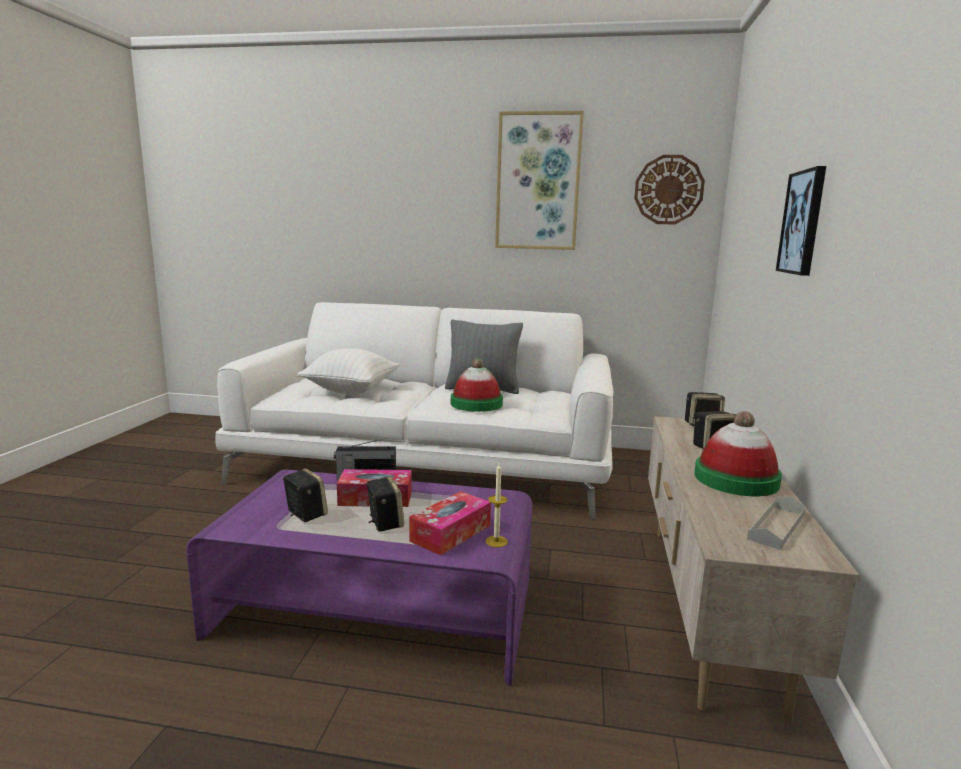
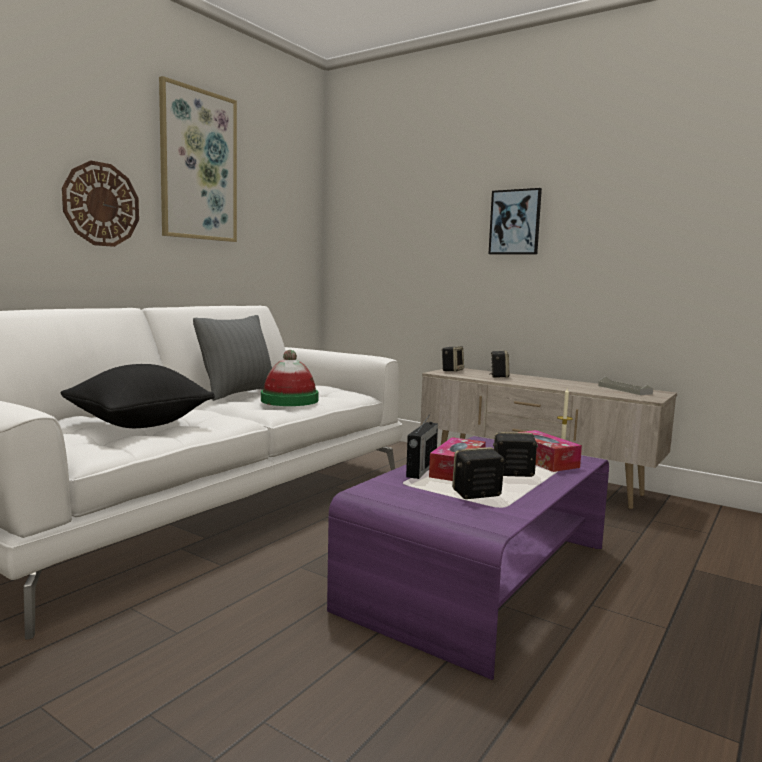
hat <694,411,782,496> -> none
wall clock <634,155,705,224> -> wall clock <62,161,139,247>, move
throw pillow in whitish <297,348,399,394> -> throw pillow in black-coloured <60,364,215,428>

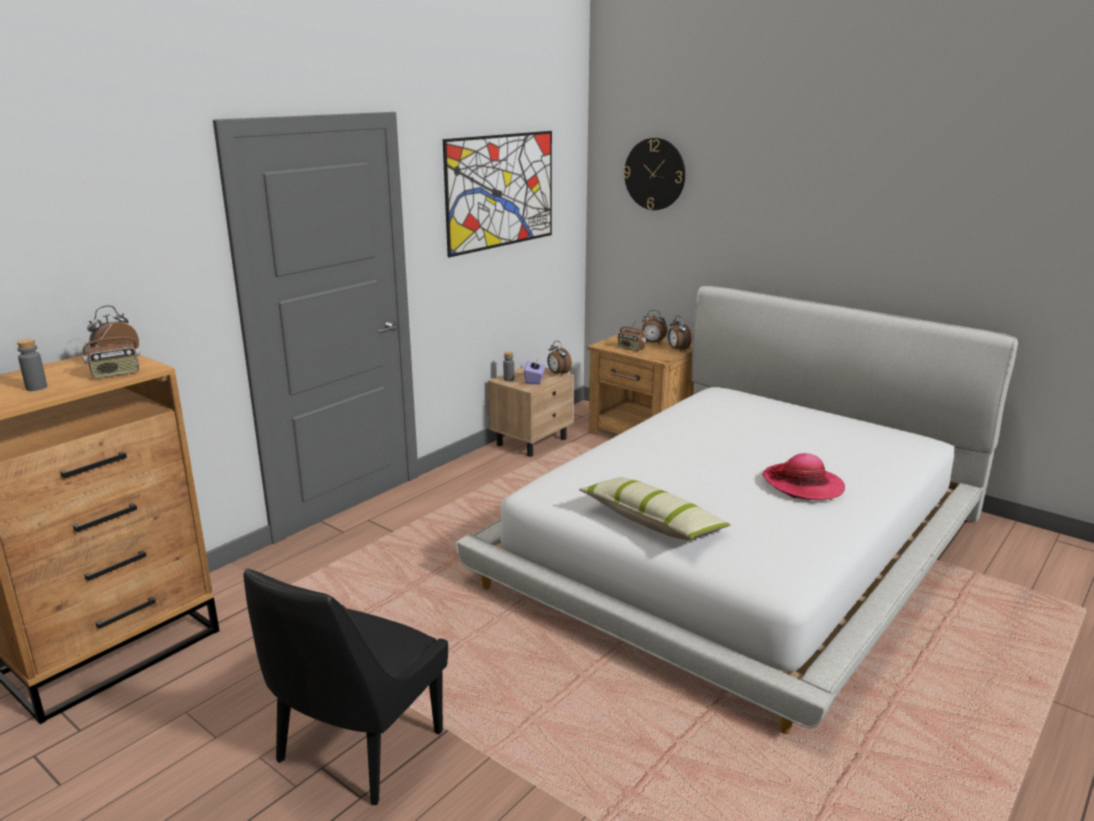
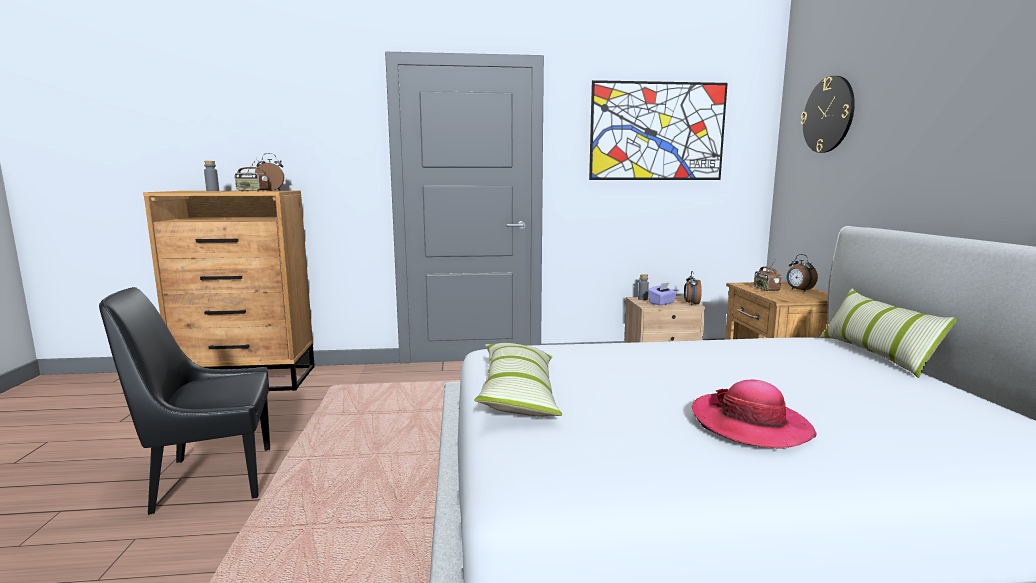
table clock <668,315,691,352> -> none
none -> throw pillow <820,289,957,378>

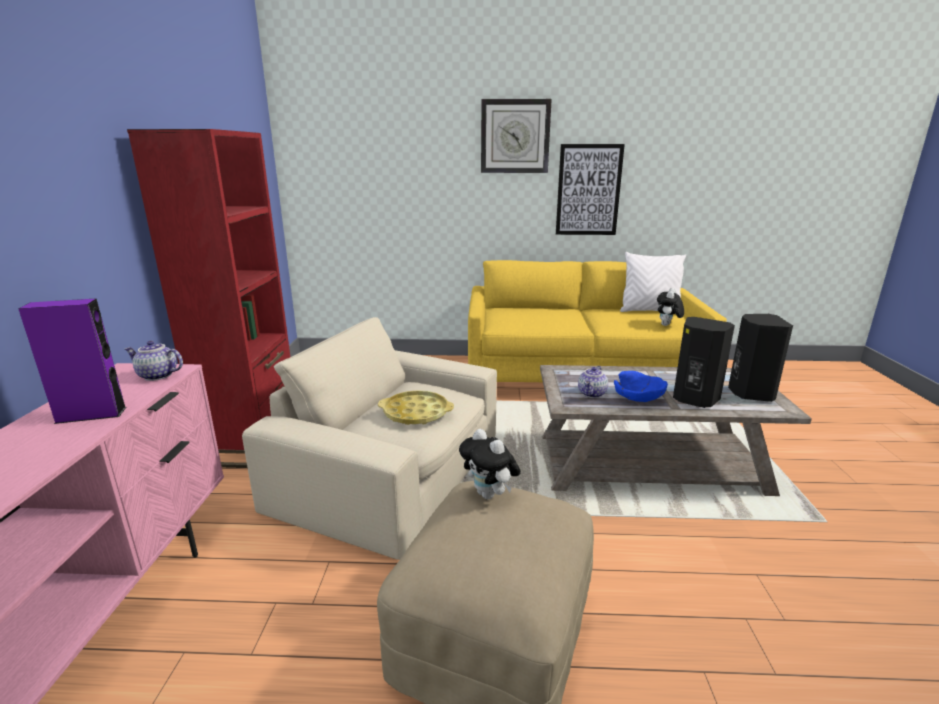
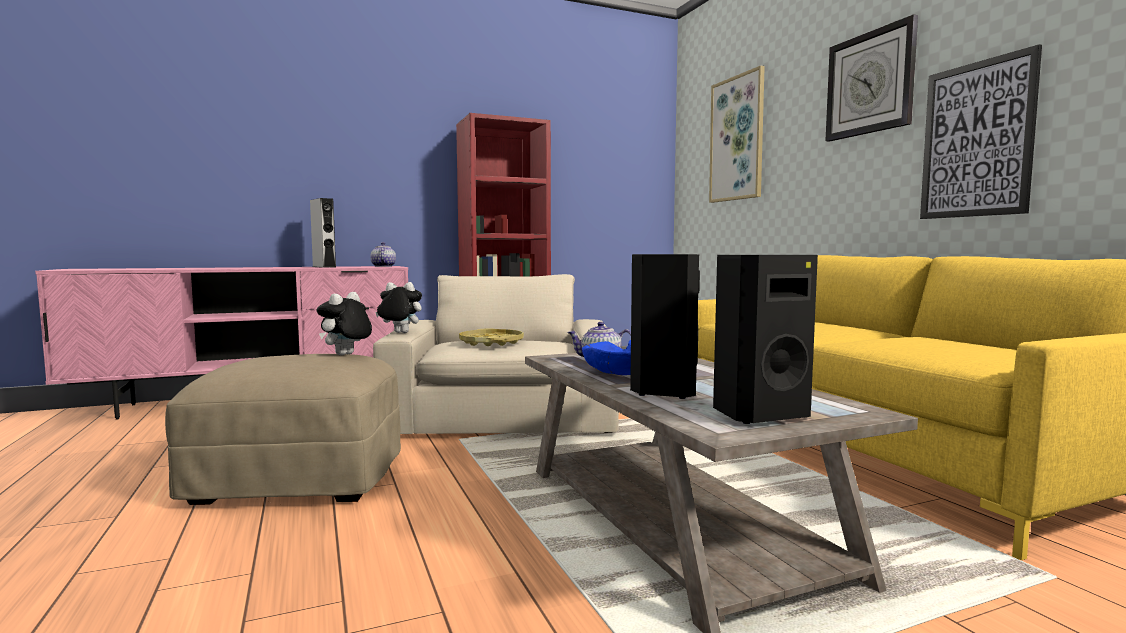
throw pillow in whitish <620,252,686,312> -> none
none -> picture <709,65,765,203>
plush toy <657,288,684,326> -> plush toy <375,282,422,333>, move
audio speaker in purple <19,299,126,424> -> audio speaker in greyish <310,198,336,268>

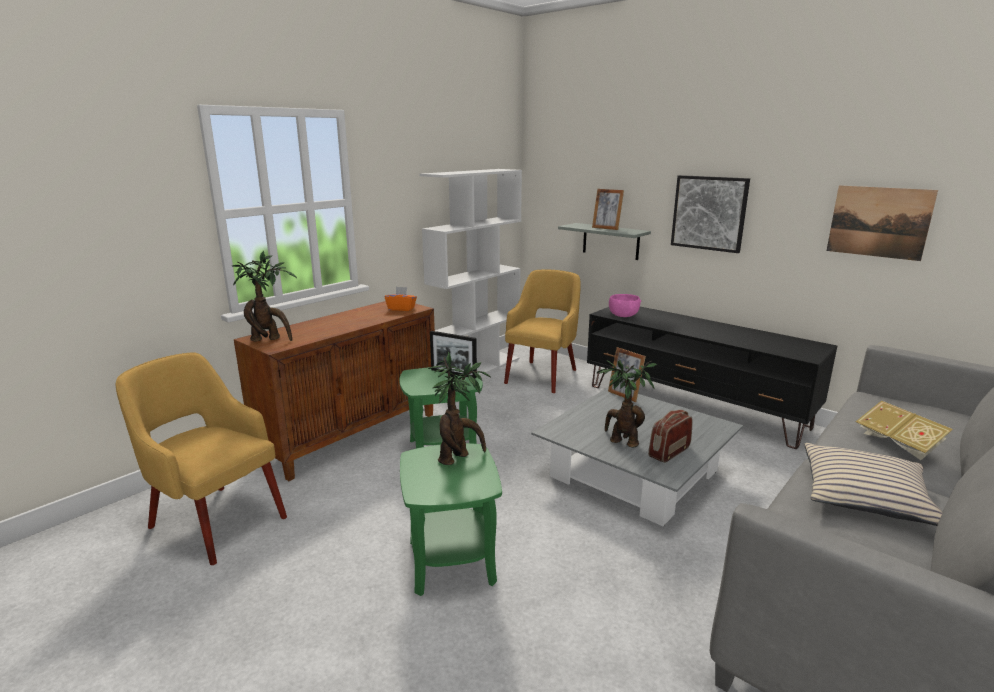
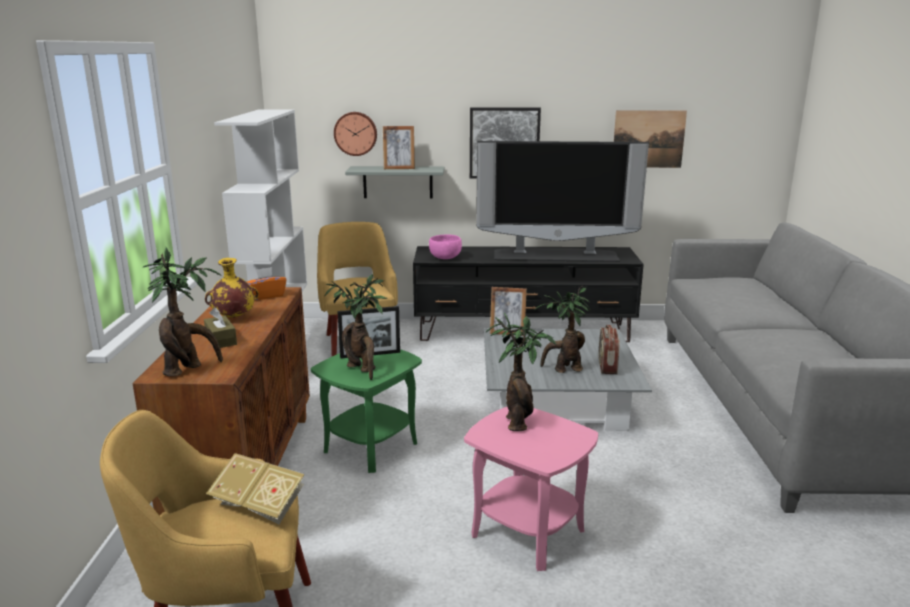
throw pillow in sand-coloured <804,443,943,526> -> none
none -> box of tissues in brownish <204,307,237,348>
none -> flower vase in yellowish <205,258,259,318>
none -> houseplant <324,274,387,380>
none -> wall clock <334,112,377,156>
none -> TV set <476,141,649,262>
volume <856,401,953,460> -> volume <206,453,305,524>, move
accent table in green <400,443,502,596> -> accent table in pink <464,407,598,571>

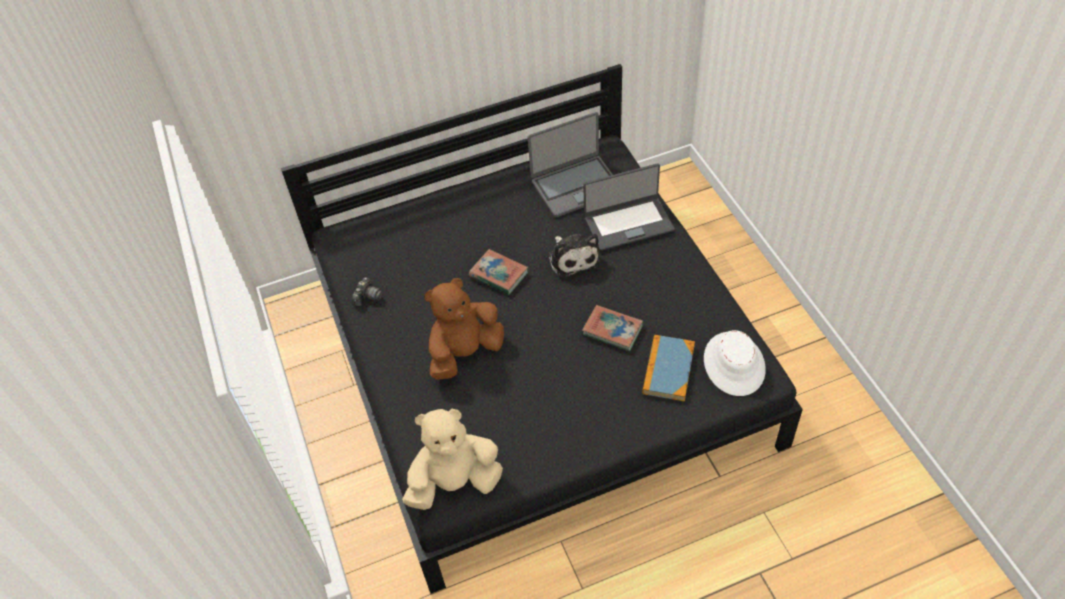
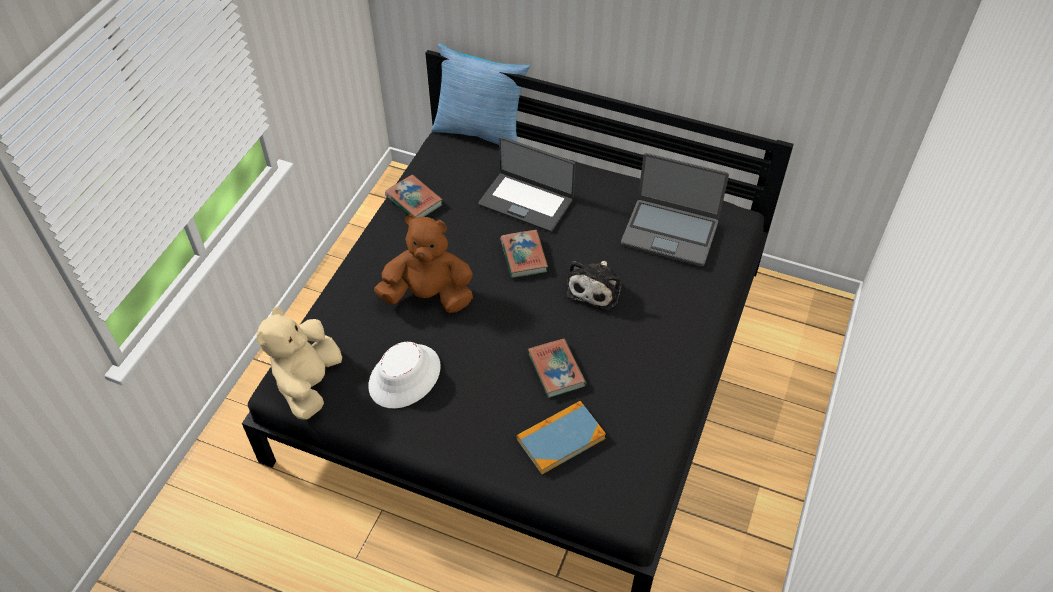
none -> throw pillow <431,43,530,145>
notebook computer <583,163,675,251> -> notebook computer <478,136,576,232>, move
hat in whitish <704,330,766,396> -> hat in whitish <368,342,441,408>, move
photo camera <352,277,383,307> -> volume <385,175,443,217>
plush toy in sand-coloured <402,409,503,510> -> plush toy in sand-coloured <256,306,342,420>, 105 degrees counterclockwise

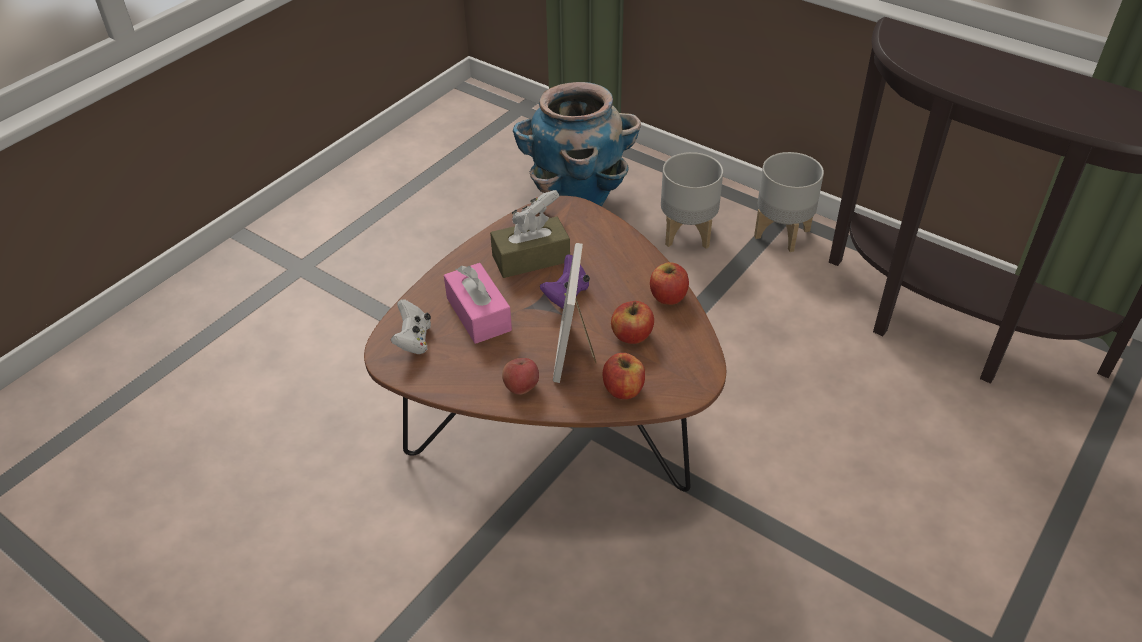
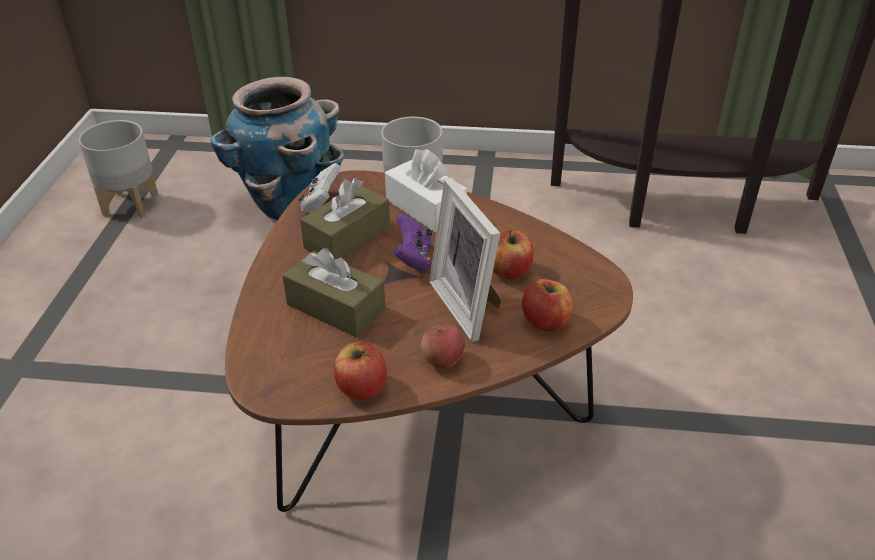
gamepad in whitish <390,299,431,354> -> none
none -> box of tissues in whitish <385,149,467,233>
apple <650,262,689,305> -> apple <334,342,387,400>, move
flower pot in greyish <754,152,824,252> -> flower pot in greyish <79,120,158,218>, move
box of tissues in pink <444,263,512,344> -> box of tissues in brownish <283,248,386,337>

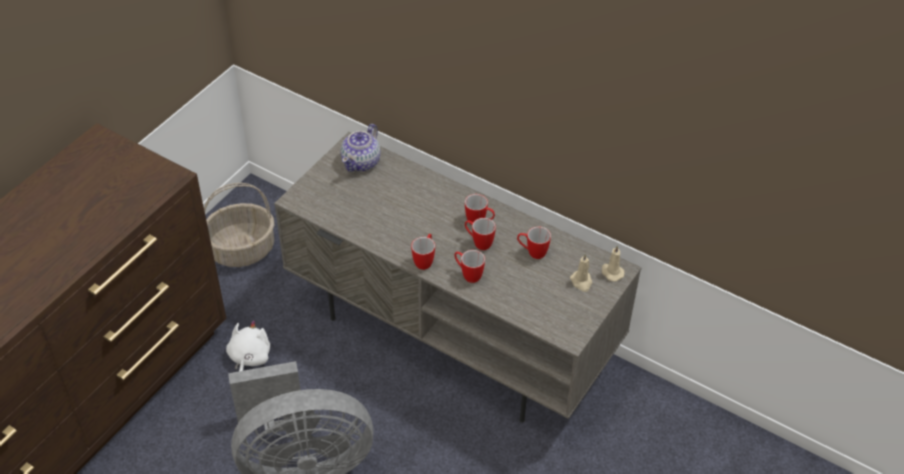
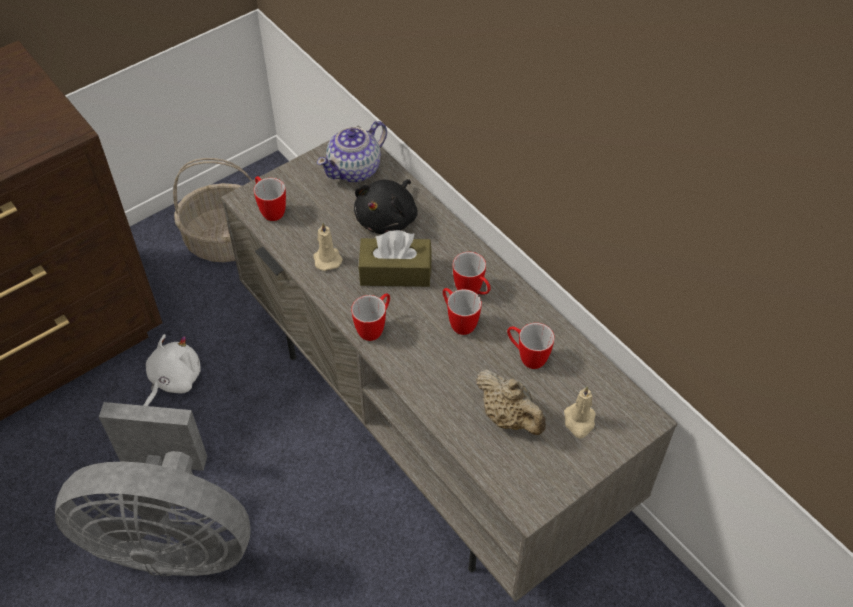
none -> plush toy in black-coloured <354,179,418,234>
none -> box of tissues in brownish <358,230,432,287>
none -> teapot in sand-coloured <476,370,546,435>
mug <454,250,485,283> -> mug <254,176,286,221>, move
wax candle in sand-coloured <602,246,625,281> -> wax candle in sand-coloured <313,223,343,271>, move

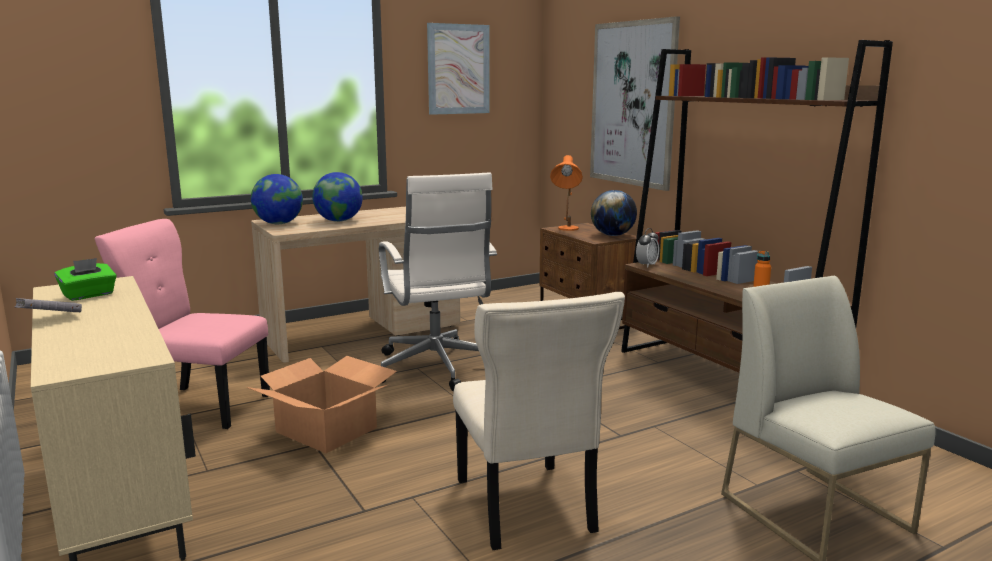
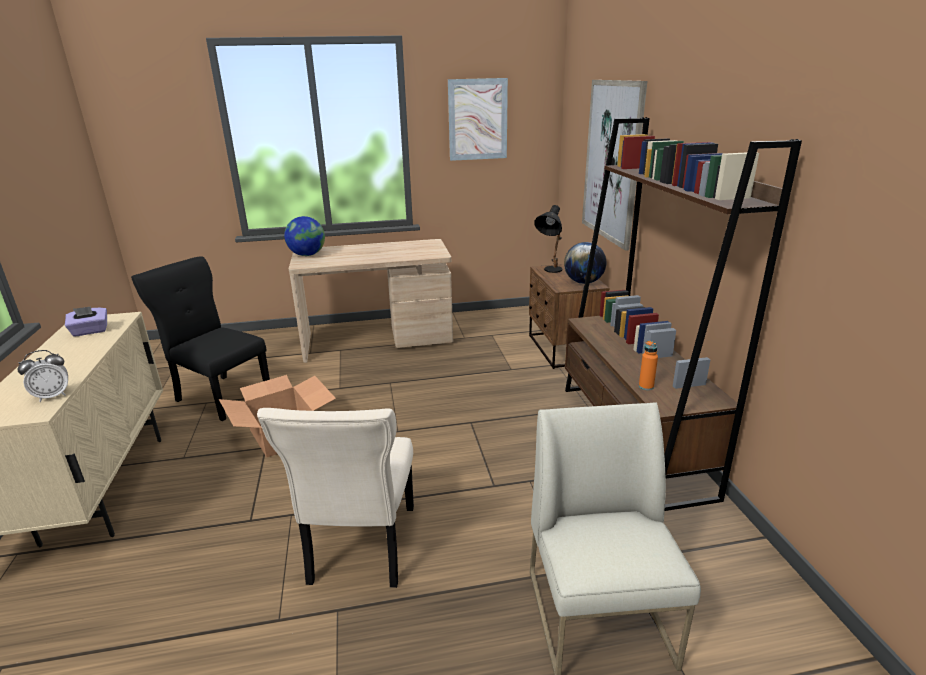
volume in greyish <15,298,82,312> -> none
globe <312,172,363,222> -> none
computer chair in whitish <379,173,497,391> -> none
table clock <636,228,659,268> -> table clock <18,350,68,402>, move
box of tissues in green <54,258,117,301> -> box of tissues in purple <65,306,107,337>
plain chair in pink <95,219,270,429> -> plain chair in black-coloured <131,256,270,421>
table lamp in orangey <550,155,583,231> -> table lamp in black-coloured <534,205,562,273>

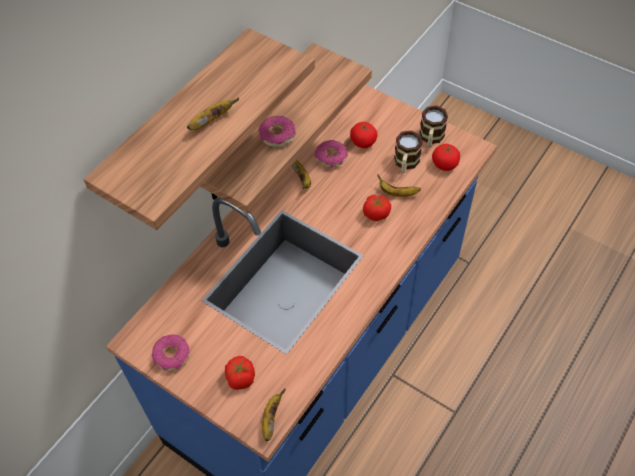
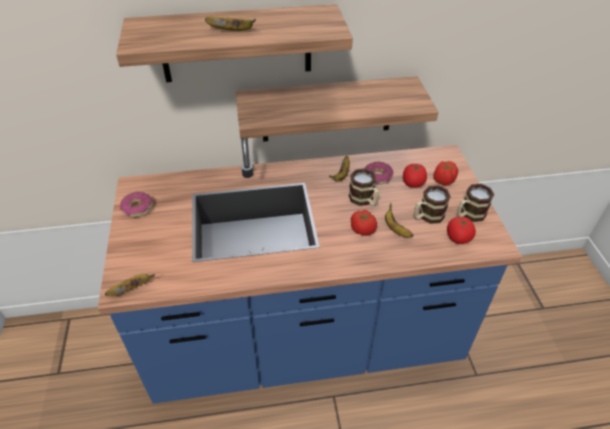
donut <258,116,296,147> -> none
none -> mug <349,168,379,206>
fresh tomato <225,356,255,390> -> fresh tomato <433,161,458,186>, move

